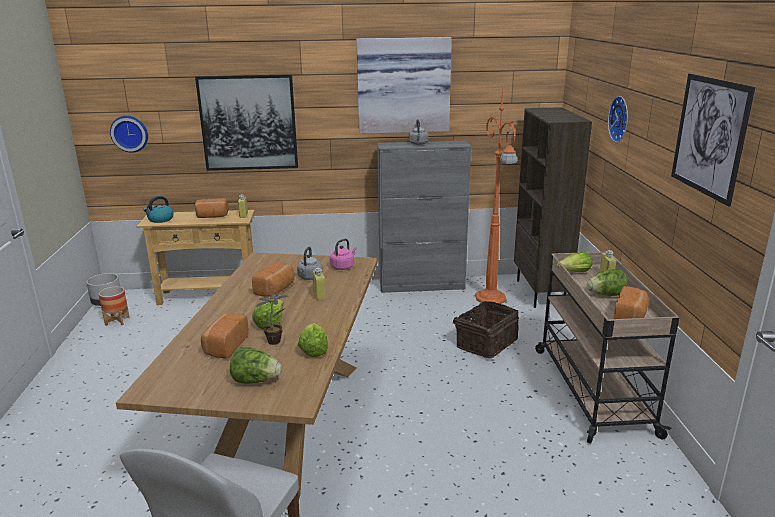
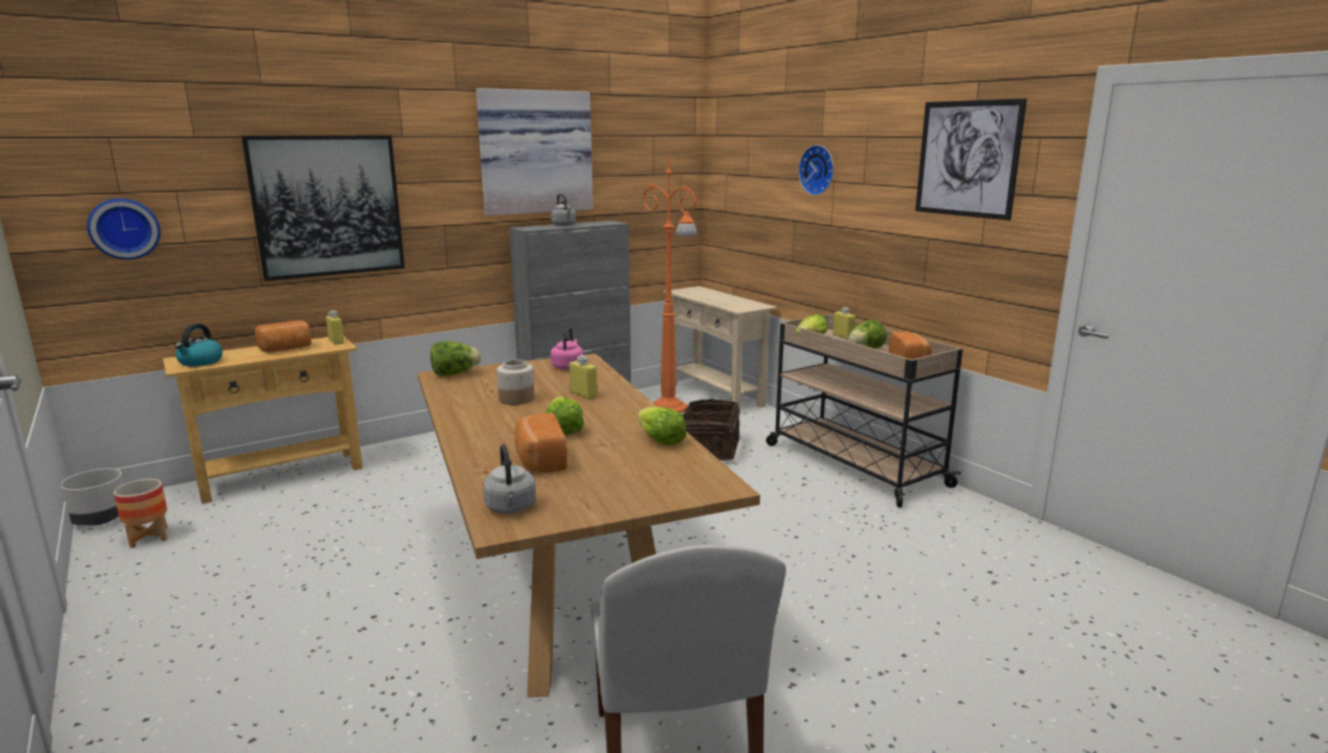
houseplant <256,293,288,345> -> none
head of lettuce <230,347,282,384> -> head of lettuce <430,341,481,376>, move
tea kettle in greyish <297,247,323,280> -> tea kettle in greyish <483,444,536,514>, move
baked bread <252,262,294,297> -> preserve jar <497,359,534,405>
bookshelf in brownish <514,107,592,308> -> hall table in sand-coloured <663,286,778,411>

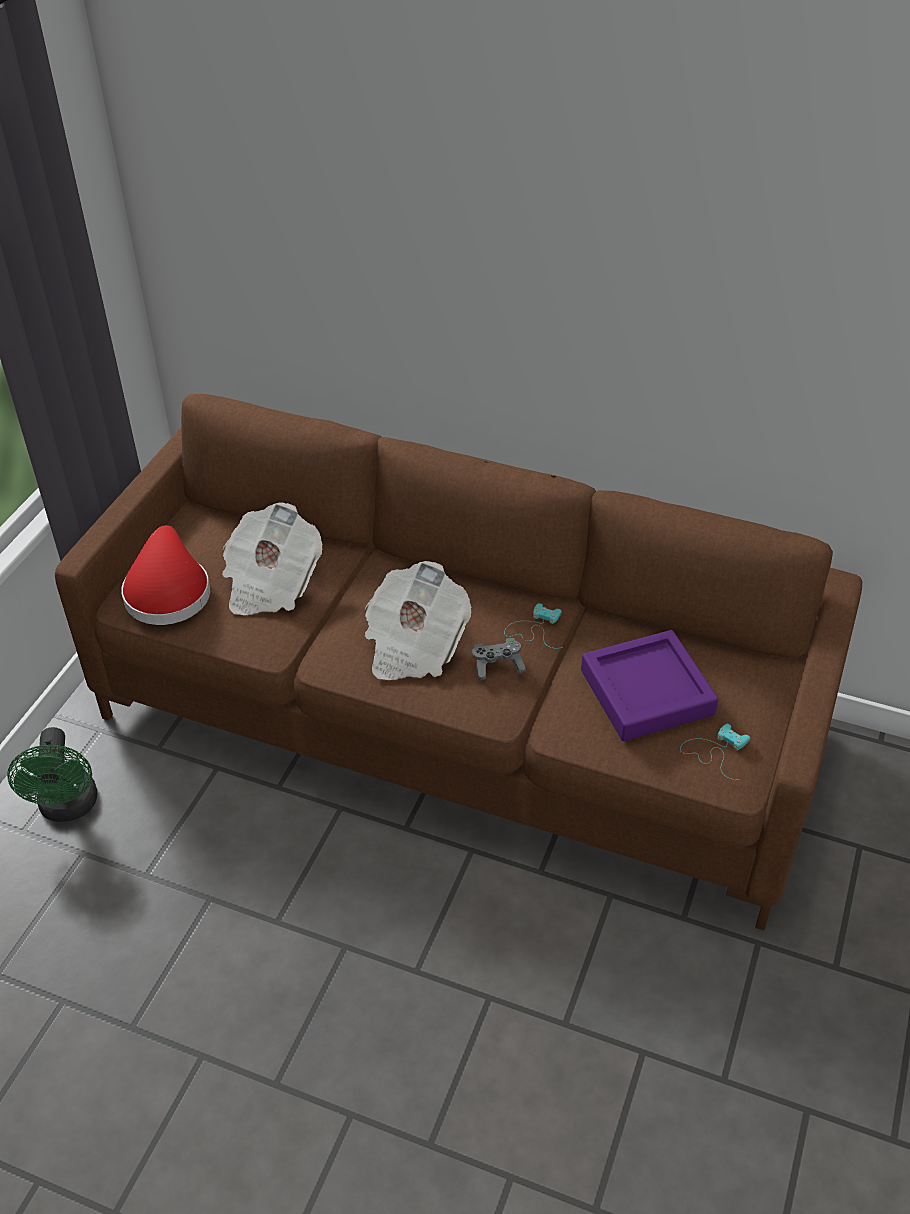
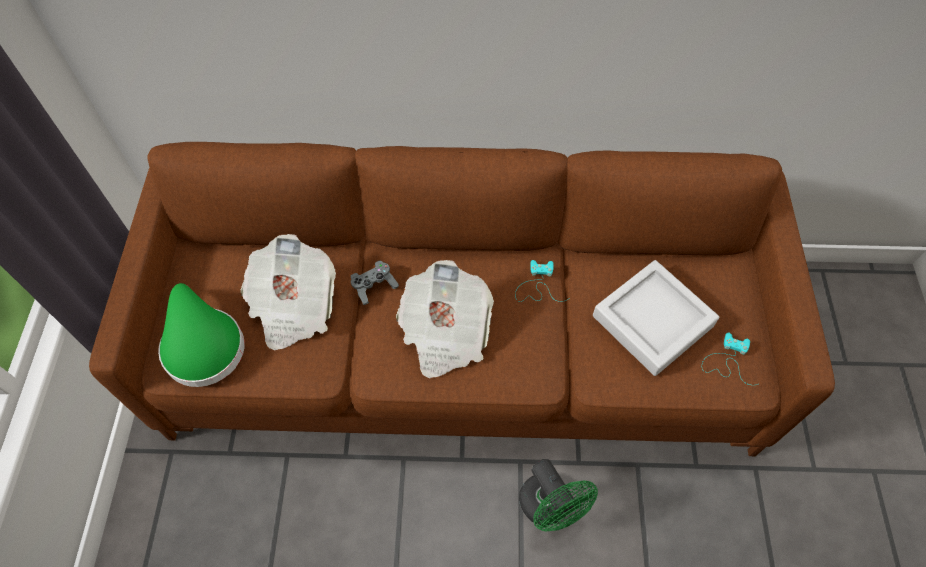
electric fan in green <7,727,97,822> -> electric fan in green <519,459,598,531>, move
gamepad in greyish <472,638,526,680> -> gamepad in greyish <350,260,399,305>, move
hat in red <121,525,210,625> -> hat in green <158,283,244,387>
tray in purple <581,630,718,741> -> tray in greyish <593,260,719,376>

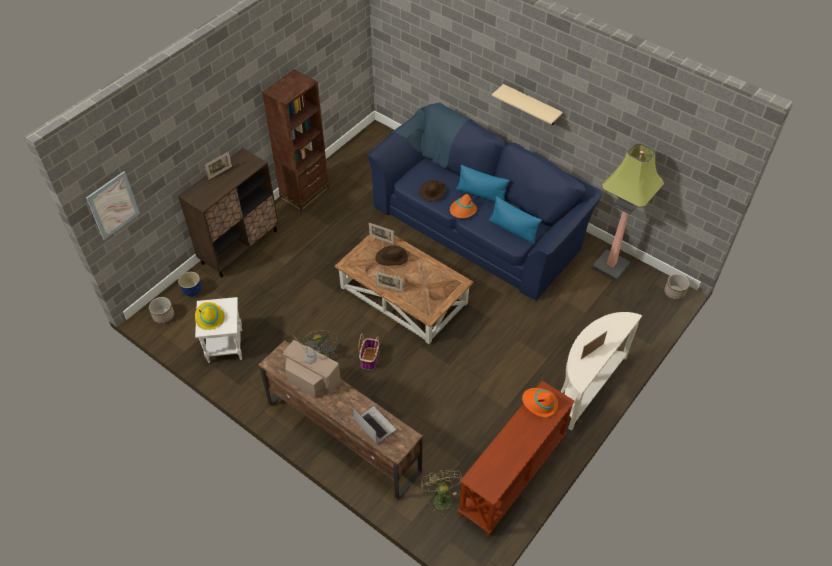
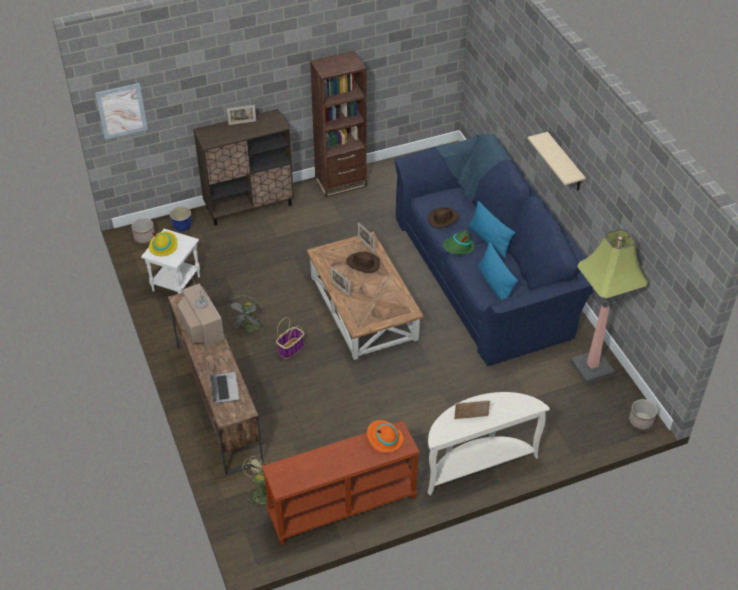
hat in orangey <450,194,477,218> -> hat in green <443,230,475,255>

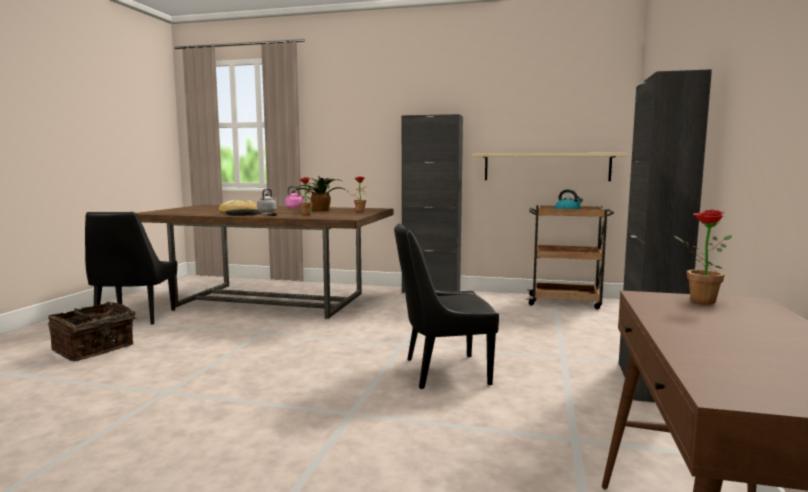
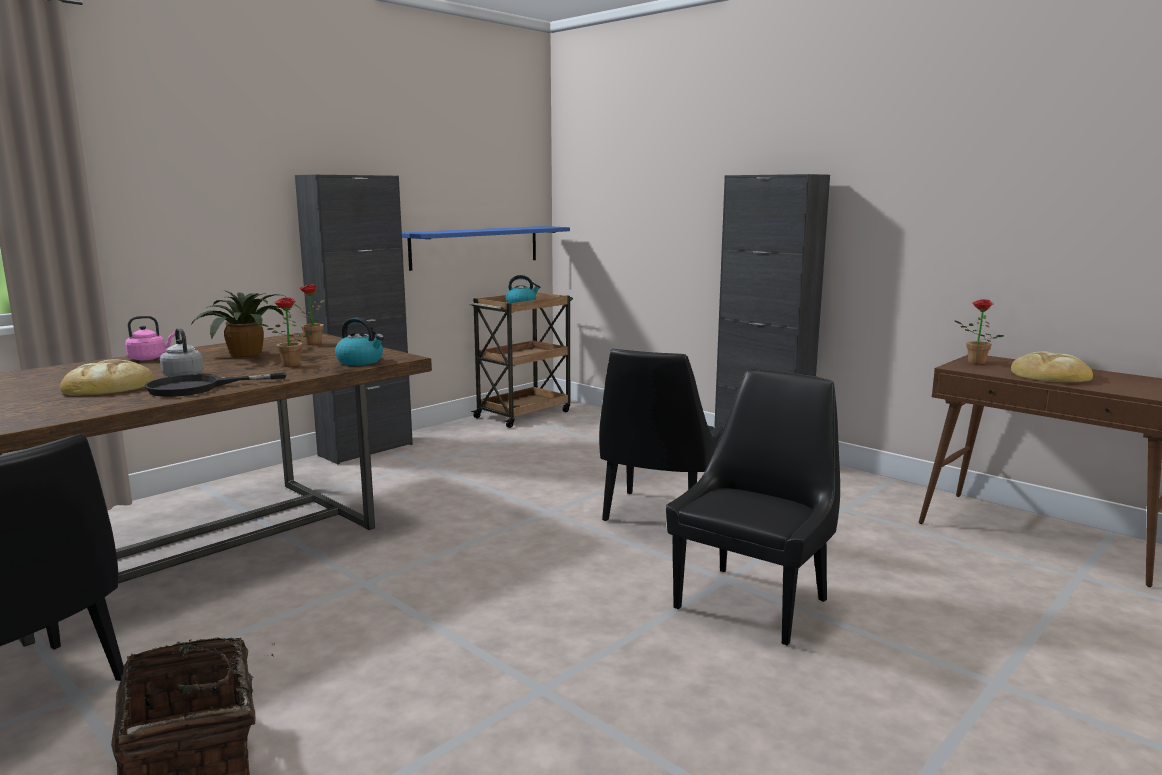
none -> tea kettle <335,317,384,365>
none -> plain chair in black-coloured <666,369,840,646>
none -> baked bread <1011,351,1093,383>
wall shelf in sand-coloured <472,153,629,181> -> wall shelf in blue <402,226,570,271>

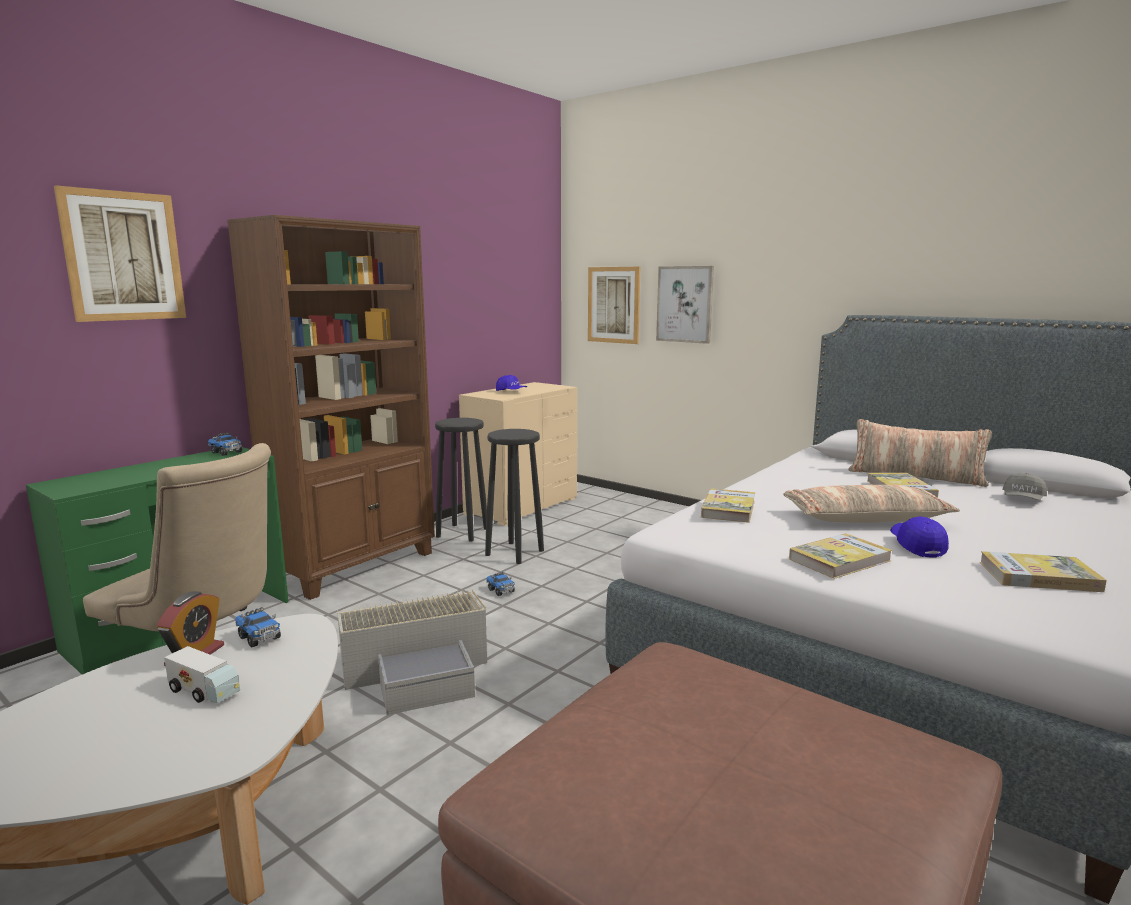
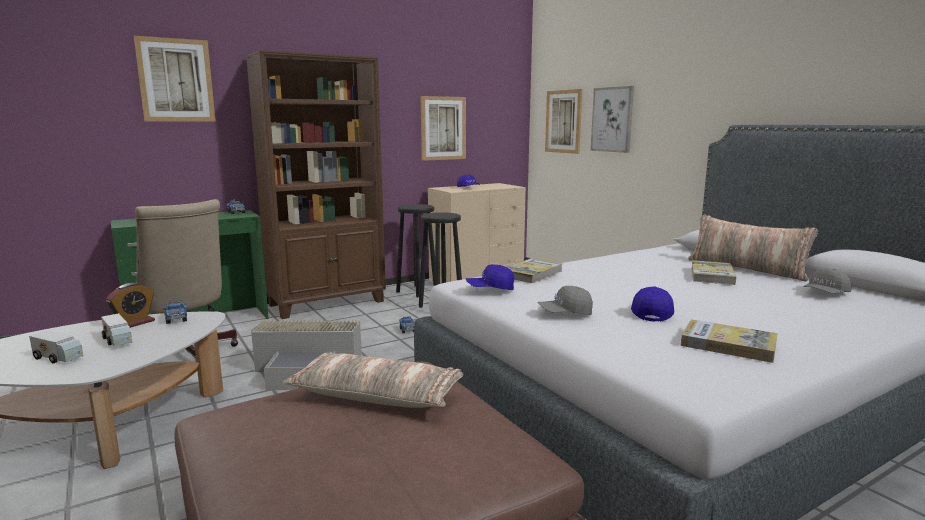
none -> toy lorry <29,331,83,363>
none -> picture <421,96,466,161>
none -> cap in blue <465,264,514,290>
throw pillow <783,485,960,523> -> throw pillow <283,352,464,408>, move
volume <789,533,893,579> -> cap in greyish <538,286,593,315>

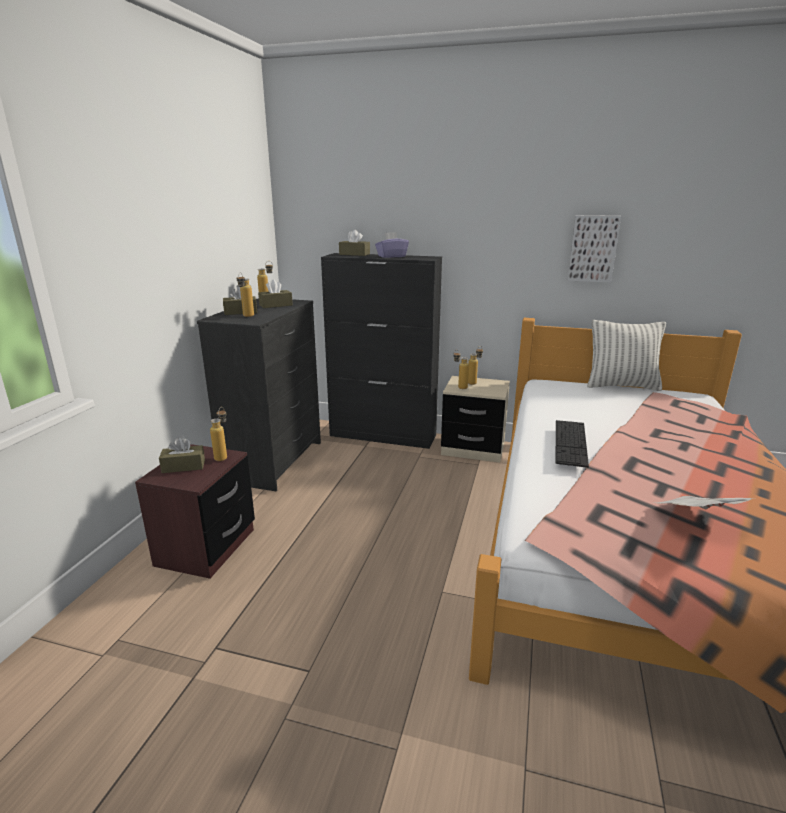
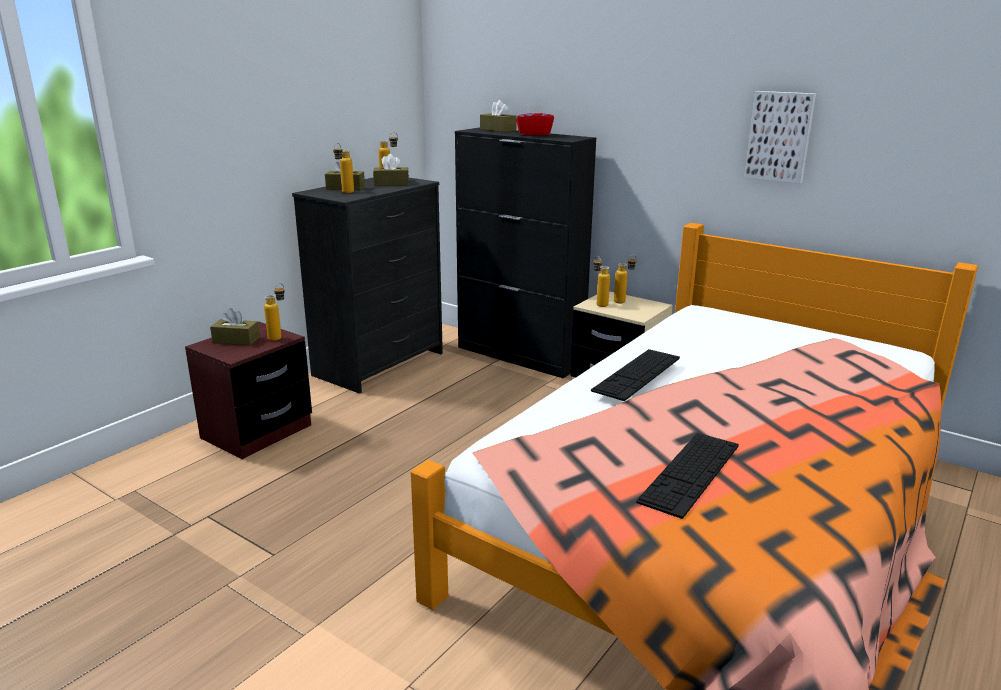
throw pillow <587,320,666,391> -> none
daily paper <654,496,752,509> -> computer keyboard <636,433,739,519>
box of tissues in purple <375,232,409,258> -> box of tissues in red <516,105,554,136>

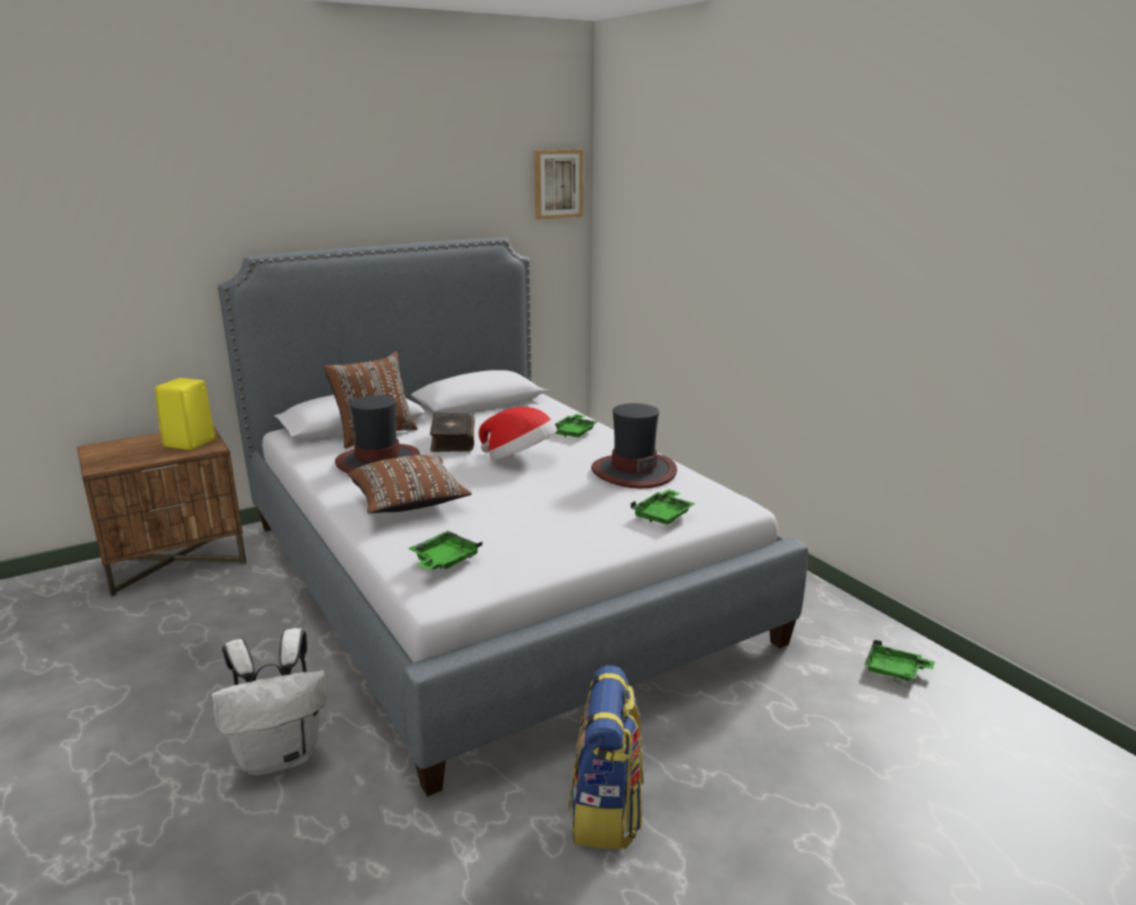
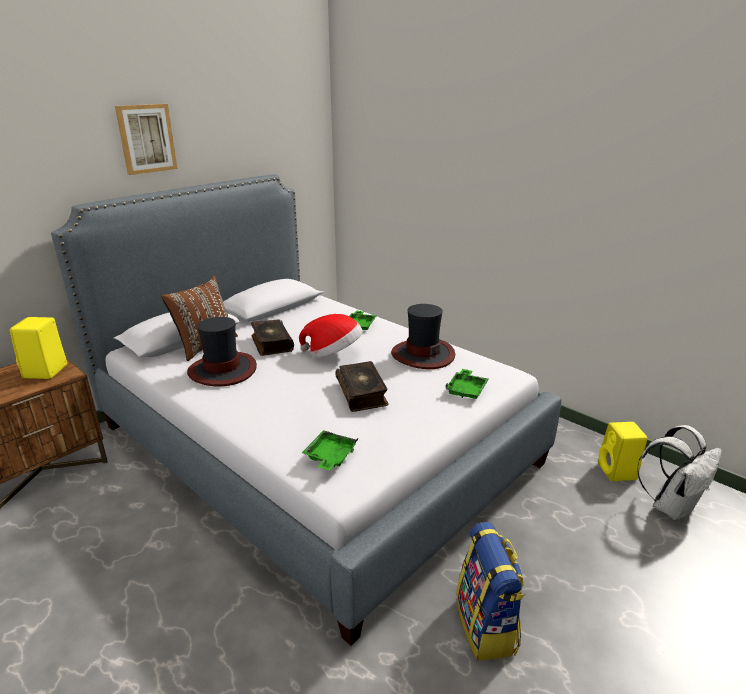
throw pillow in brownish <348,455,472,513> -> none
none -> volume <335,361,389,412>
backpack in whitish <211,628,327,776> -> backpack in whitish <637,425,722,521>, move
picture <534,150,583,220> -> picture <115,104,177,175>, move
tray in green <864,639,935,682> -> audio speaker in yellowish <598,422,647,481>

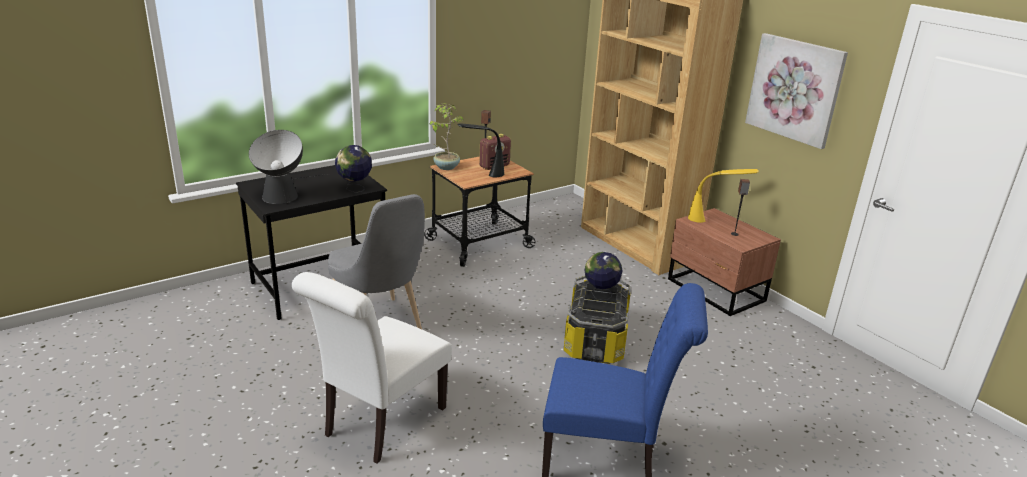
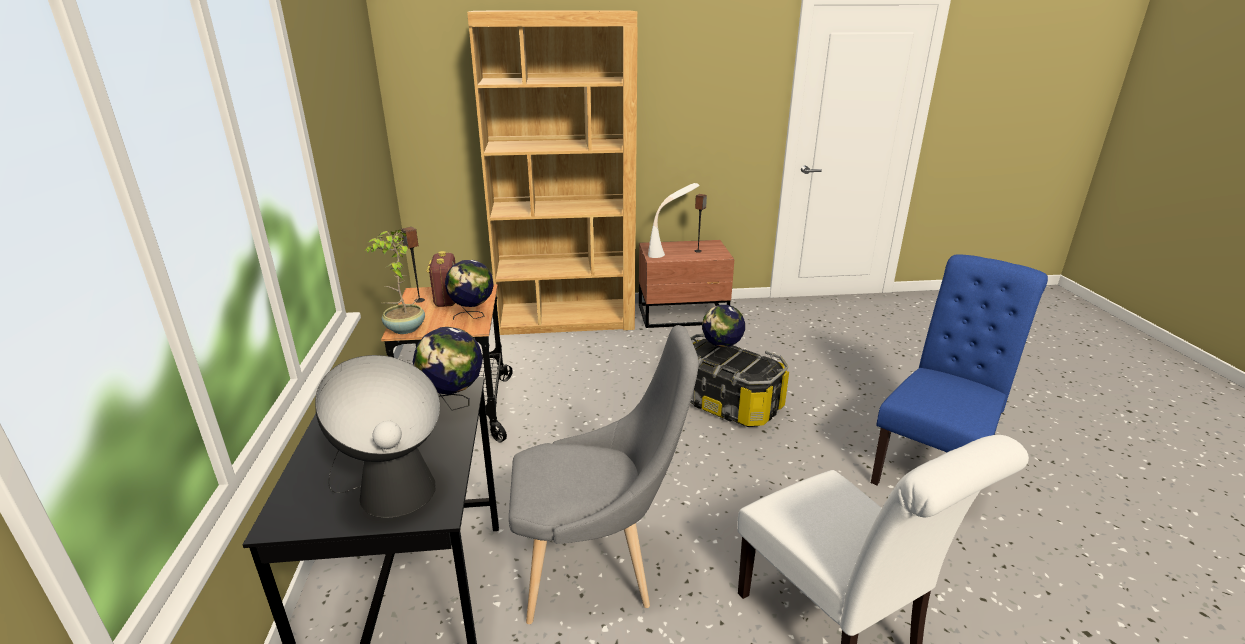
picture <745,33,848,149> -> none
table lamp in black-coloured <458,123,504,177> -> globe <445,260,494,320>
table lamp in yellowish <688,169,759,223> -> table lamp in whitish <648,183,699,258>

